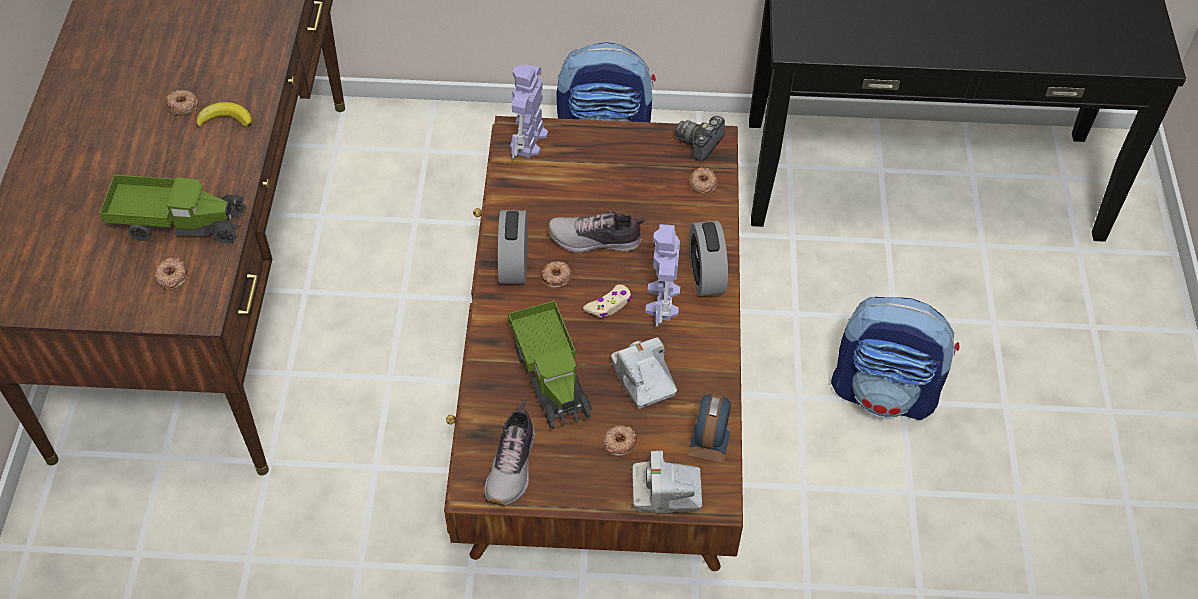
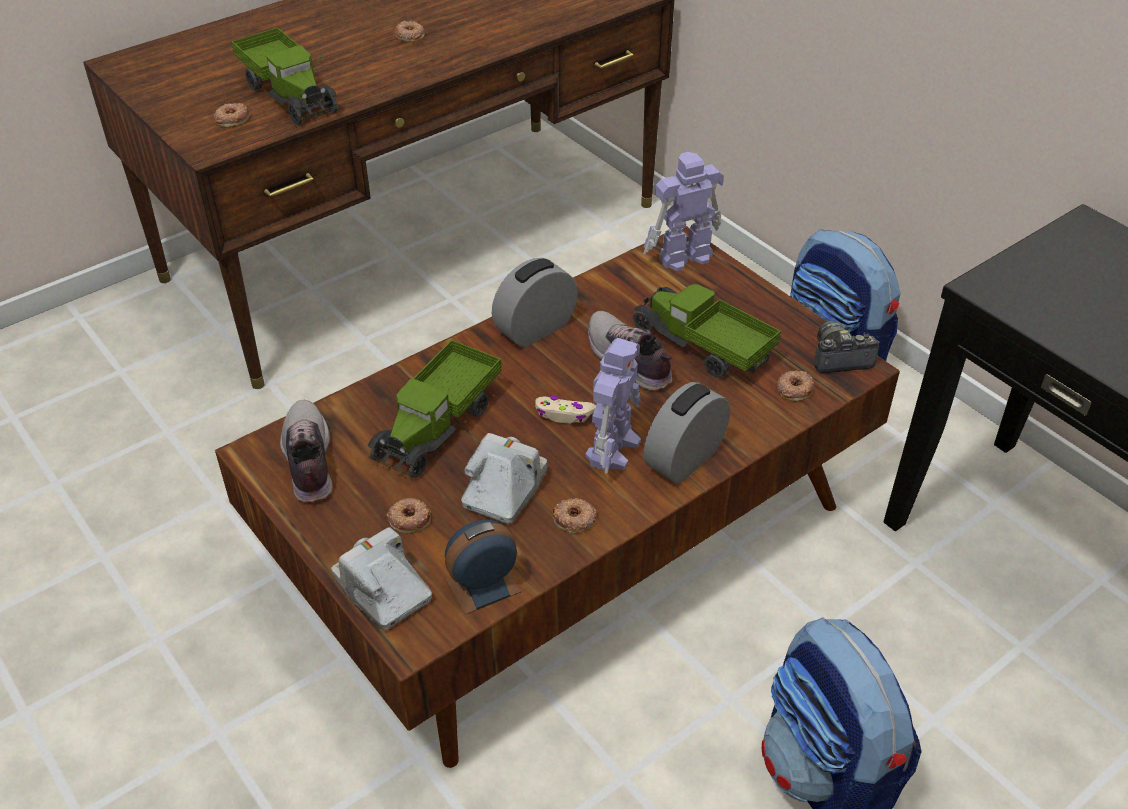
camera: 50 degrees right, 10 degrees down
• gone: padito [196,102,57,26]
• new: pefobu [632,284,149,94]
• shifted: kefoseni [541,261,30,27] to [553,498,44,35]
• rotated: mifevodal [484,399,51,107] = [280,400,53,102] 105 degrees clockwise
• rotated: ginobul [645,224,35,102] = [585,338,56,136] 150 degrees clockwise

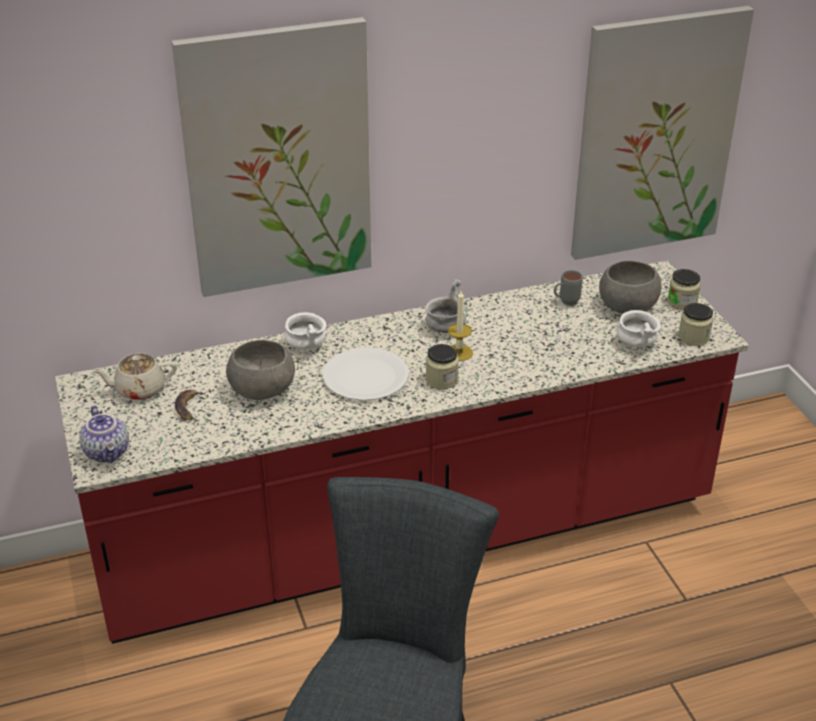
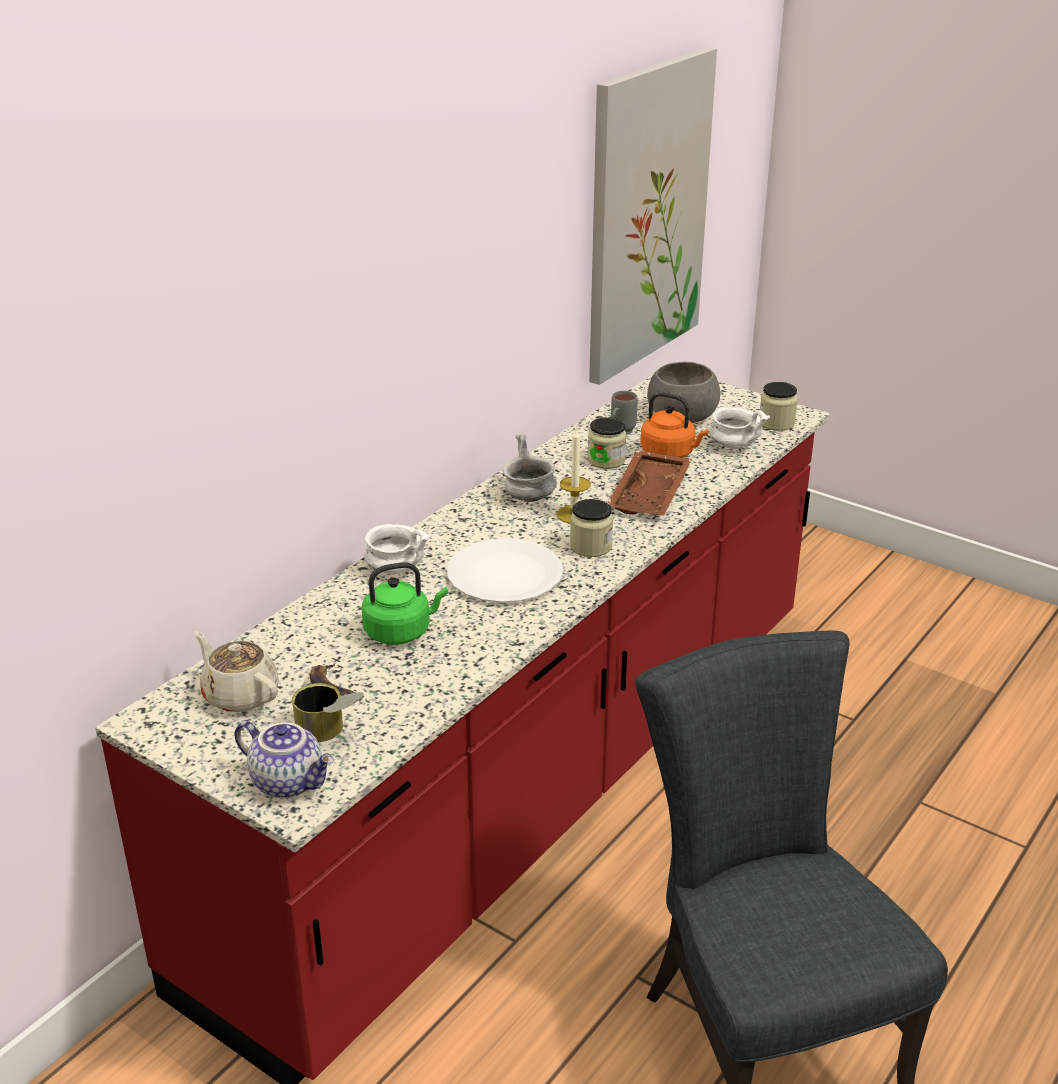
camera: 35 degrees left, 5 degrees down
• gone: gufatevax [171,17,200,280]
• new: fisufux [292,683,72,59]
• new: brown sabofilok [608,450,84,66]
• new: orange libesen [640,392,69,66]
• shifted: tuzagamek [667,269,34,41] to [588,417,38,52]
• swapped: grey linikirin [226,340,69,60] to green libesen [361,562,87,83]
• rotated: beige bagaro [92,353,85,47] = [194,631,85,81] 90 degrees clockwise

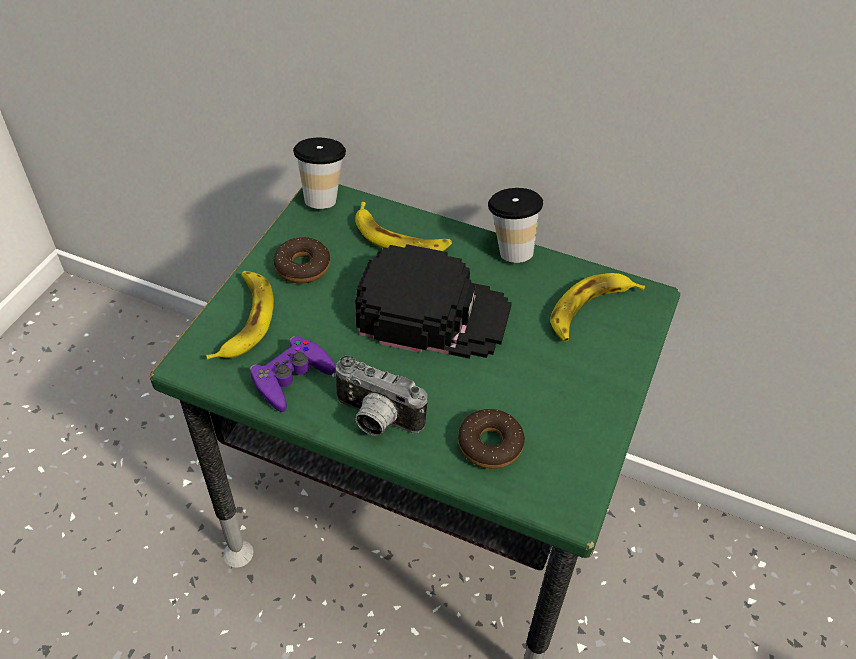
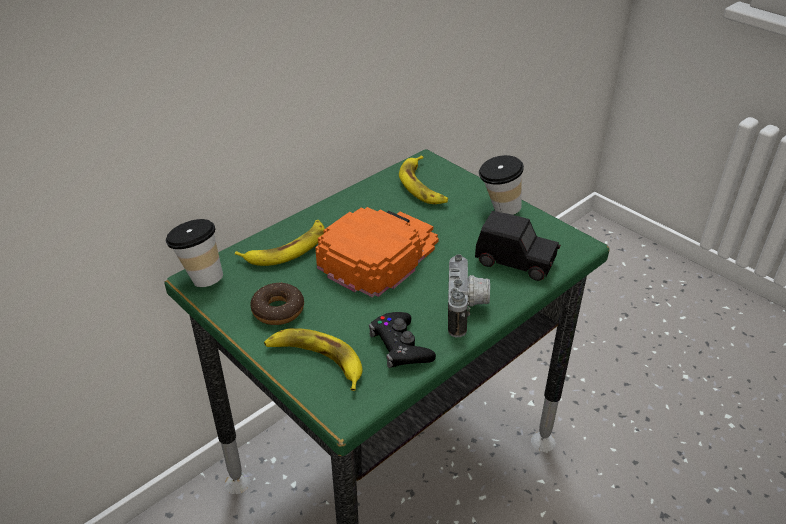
camera: 65 degrees left, 10 degrees down
• shifted: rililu [488,188,55,75] to [479,155,45,60]
• swapped: kefoseni [458,409,67,60] to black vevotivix [475,211,85,70]
• repainted: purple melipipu [249,336,87,76] to black melipipu [369,312,67,56]
• repainted: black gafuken [355,244,157,115] to orange gafuken [315,207,124,90]
• rotated: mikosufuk [332,355,96,81] = [448,254,42,83] 45 degrees counterclockwise

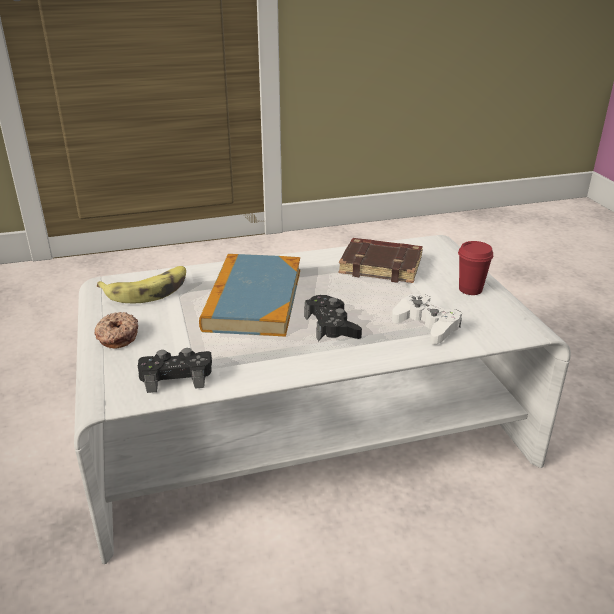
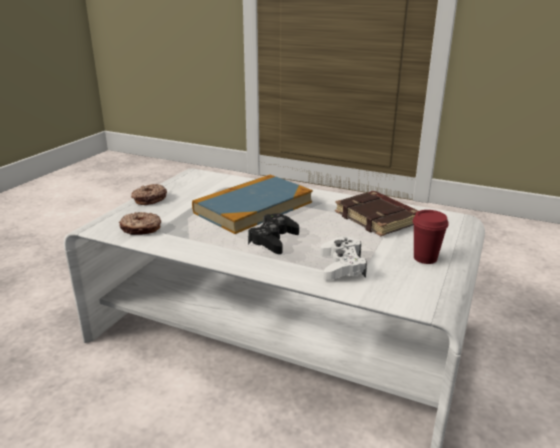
camera: 40 degrees right, 5 degrees down
• gone: padito [97,266,89,37]
• swapped: black melipipu [138,348,74,45] to kefoseni [119,212,42,23]

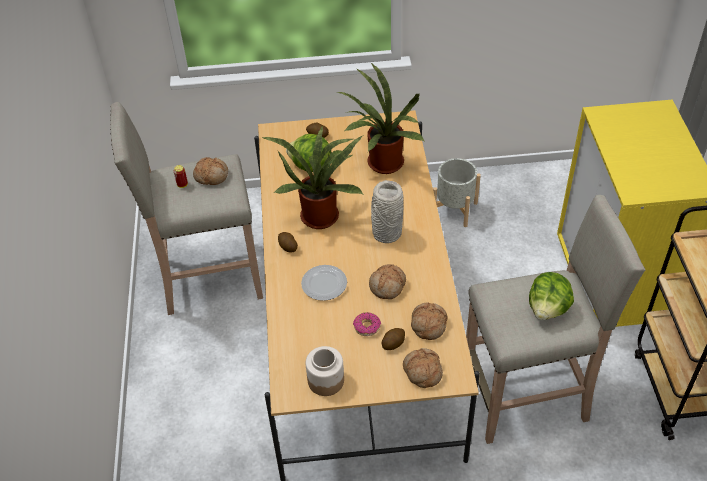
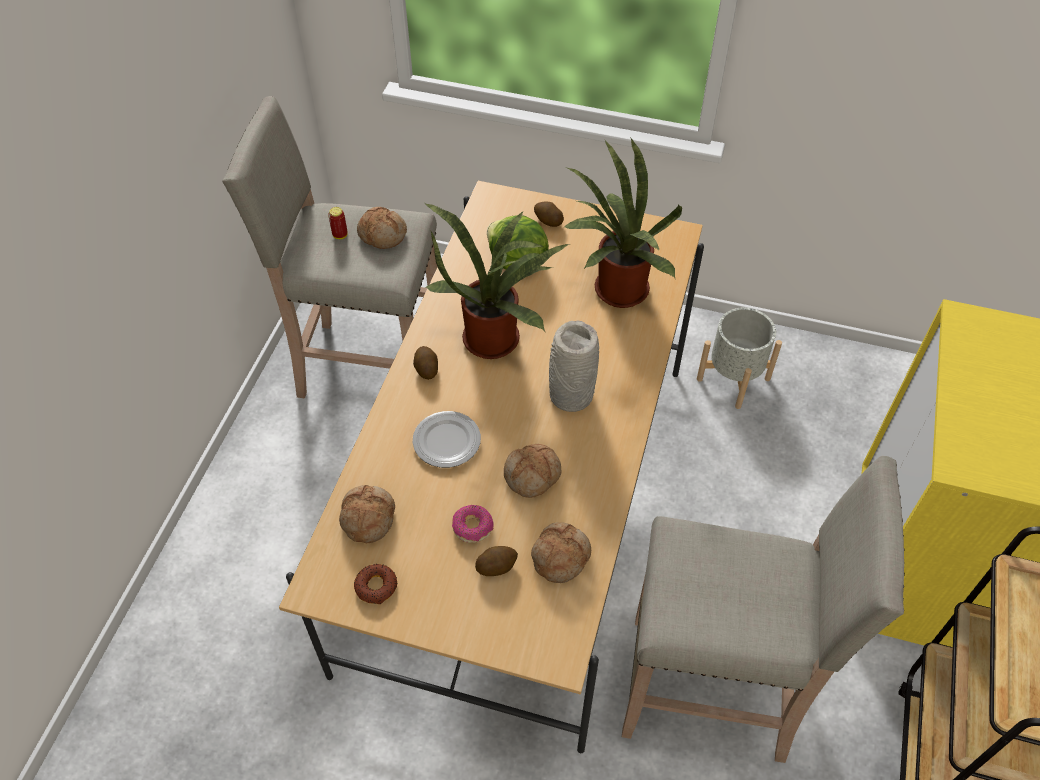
camera: 20 degrees right, 5 degrees up
• gone: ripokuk [529,272,45,48]
• shifted: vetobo [403,348,40,40] to [339,485,56,58]
• swapped: tuzagamek [306,346,38,50] to kefoseni [354,564,44,40]

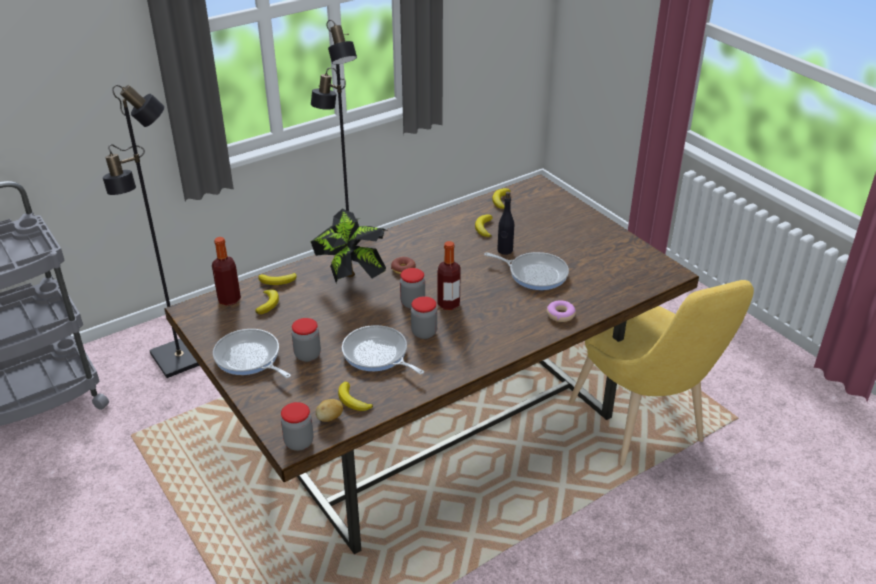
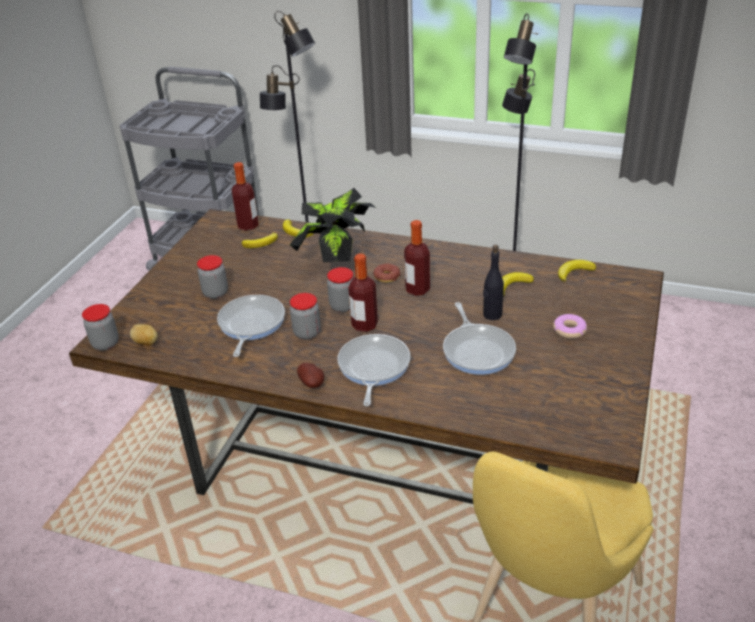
camera: 55 degrees right, 0 degrees up
• gone: padito [338,382,35,29]
• new: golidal [297,363,27,25]
• new: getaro [404,220,26,76]
• shifted: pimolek [213,329,78,49] to [337,334,74,72]
• shifted: kefoseni [547,300,29,22] to [553,314,34,25]

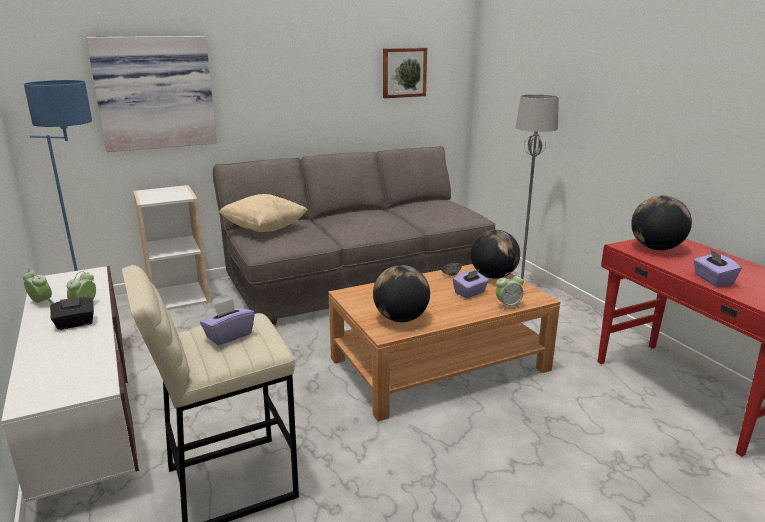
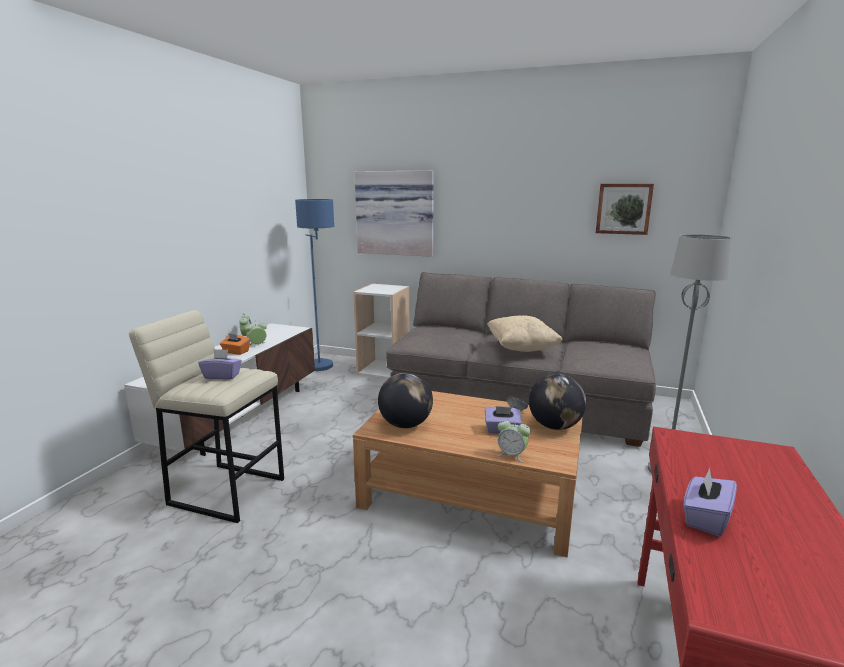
camera: 45 degrees right, 5 degrees down
• gone: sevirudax [631,196,61,54]
• shifted: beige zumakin [219,194,89,38] to [487,316,76,36]
• repainted: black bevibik [50,297,44,33] to orange bevibik [220,333,30,22]

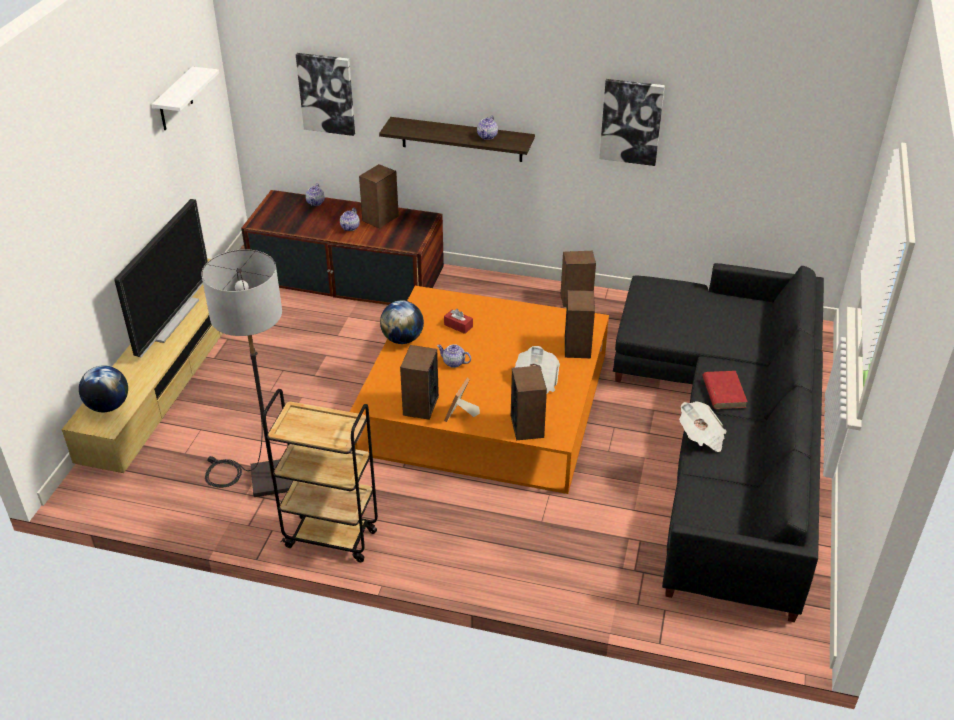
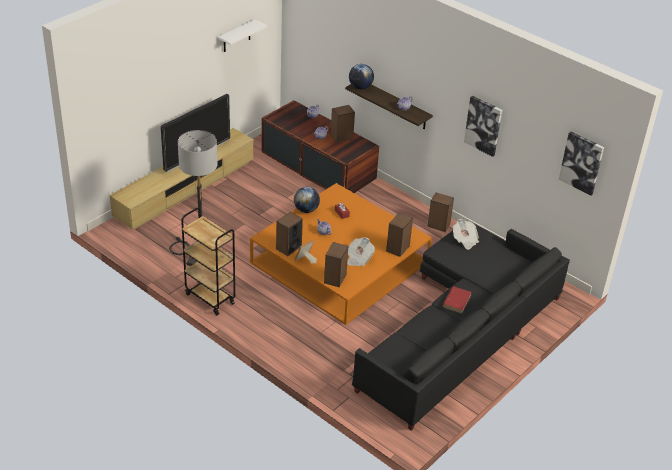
camera: 25 degrees right, 0 degrees up
• shifted: sevirudax [79,365,49,47] to [349,64,25,25]
• shifted: gufatevax [296,53,59,83] to [559,131,45,65]
• shifted: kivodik [679,401,47,51] to [453,219,26,31]

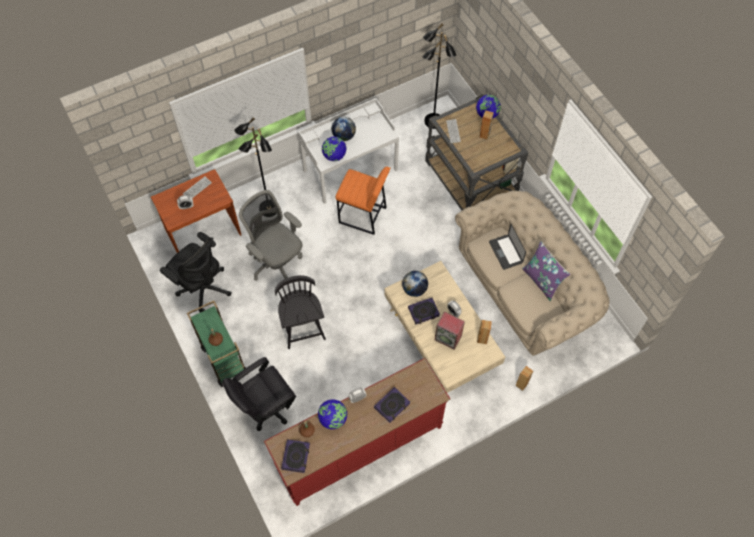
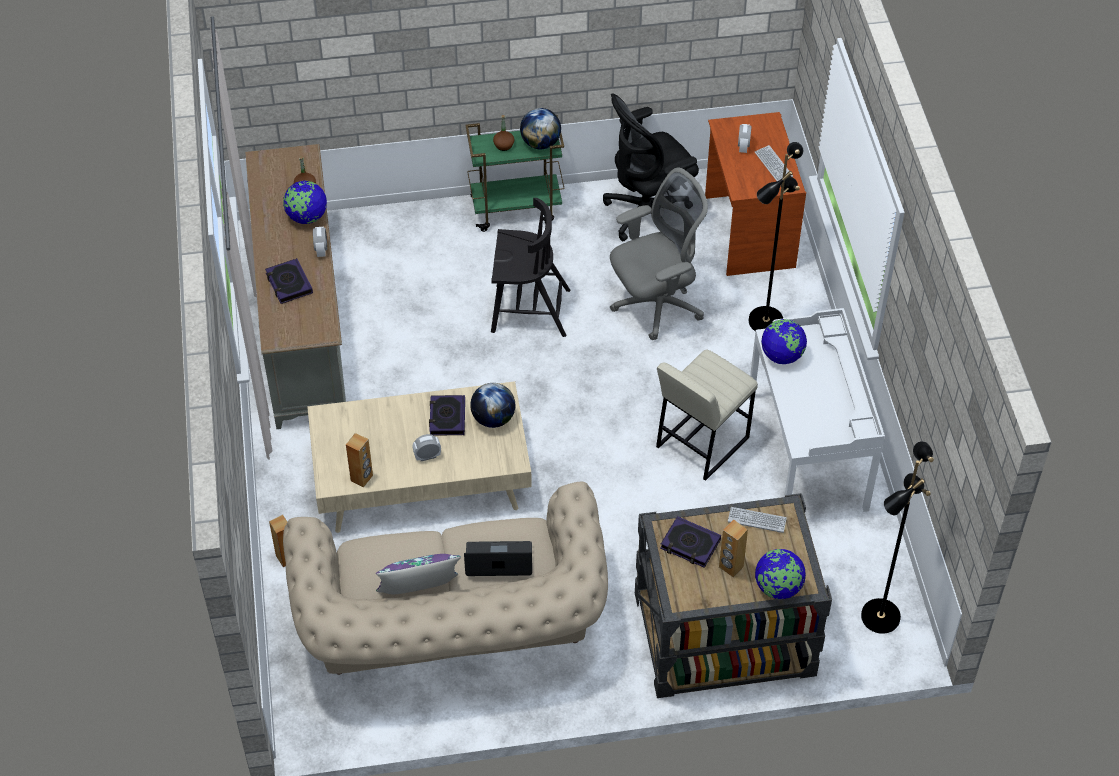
camera: 110 degrees right, 10 degrees down
• gone: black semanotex [222,357,74,74]
• gone: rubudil [435,312,30,38]
• shifted: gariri [281,439,29,34] to [660,516,61,52]
• shifted: sevirudax [332,117,24,24] to [520,108,41,41]
• repainted: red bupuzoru [264,358,186,148] to grey bupuzoru [245,144,101,285]
• repainted: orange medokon [336,166,55,69] to beige medokon [656,350,102,131]

